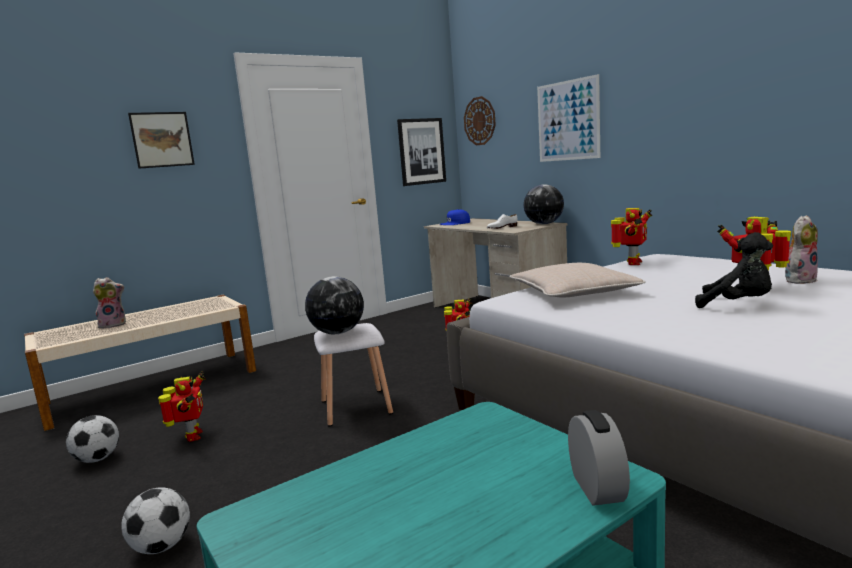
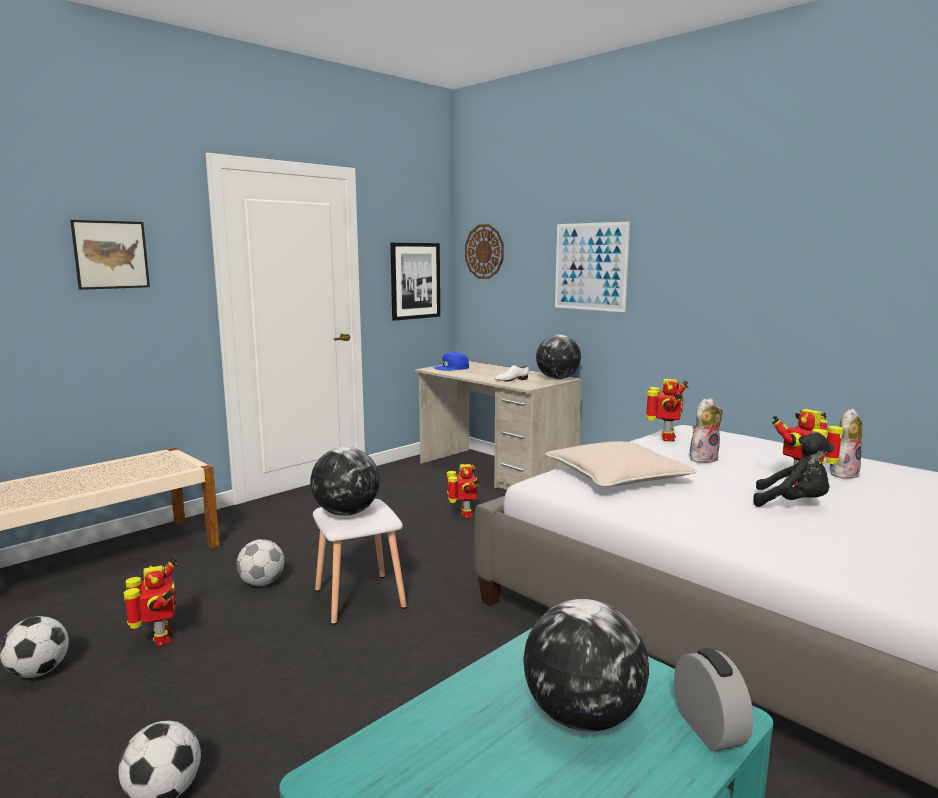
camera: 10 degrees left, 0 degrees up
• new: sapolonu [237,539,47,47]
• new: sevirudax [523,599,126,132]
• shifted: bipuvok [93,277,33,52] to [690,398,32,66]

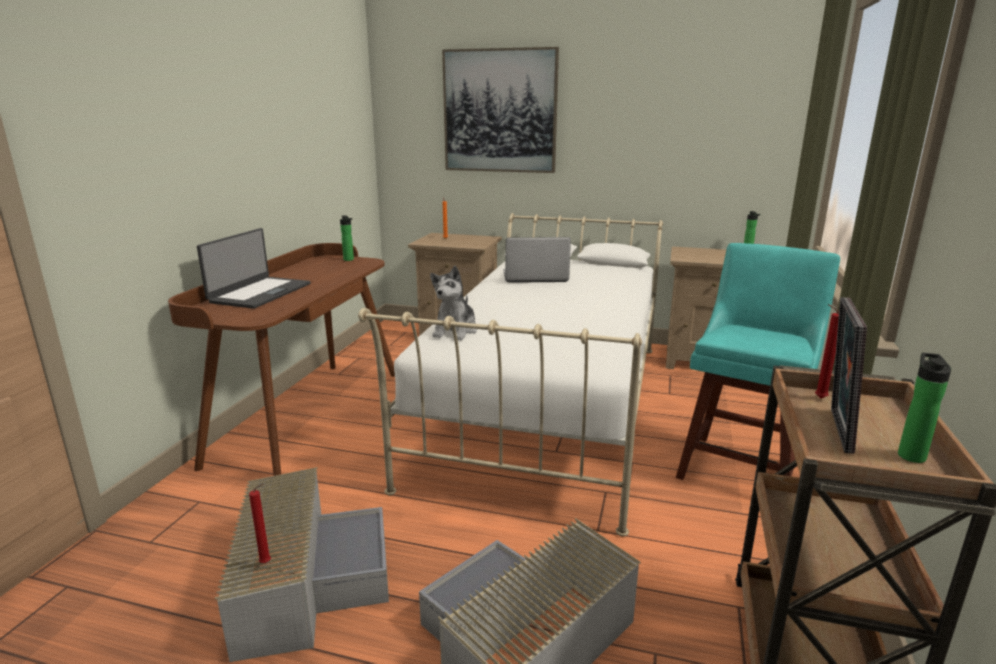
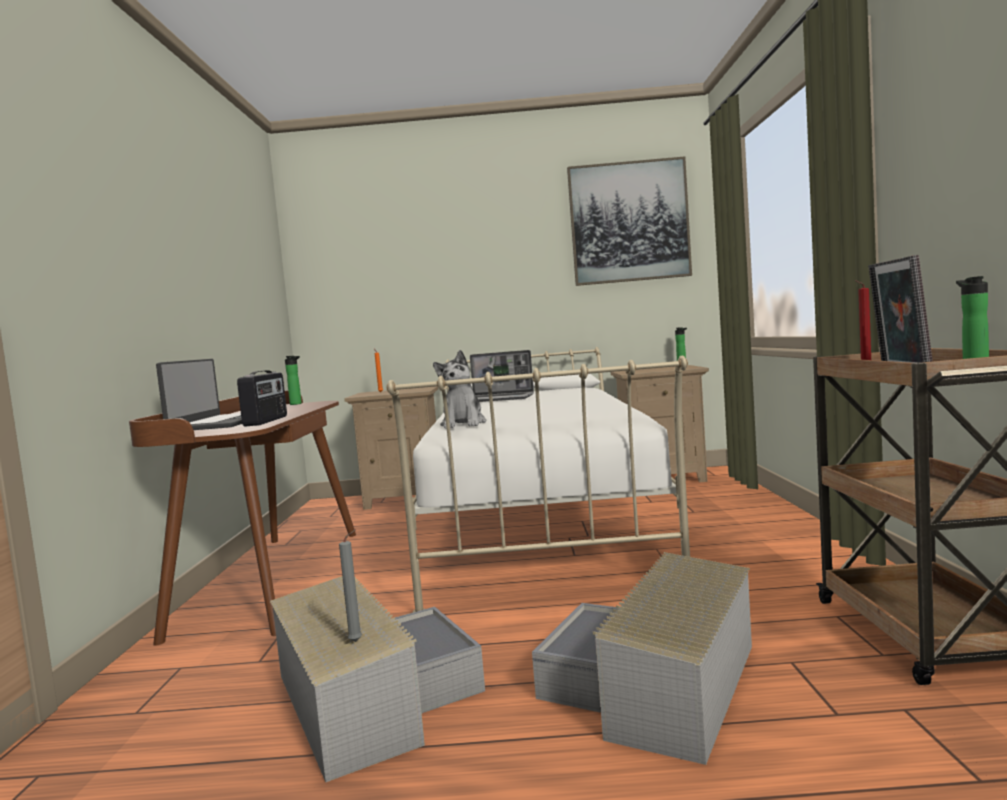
camera: 15 degrees left, 15 degrees down
• gone: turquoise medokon [676,243,164,237]
• new: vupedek [237,370,50,57]
• shifted: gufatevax [442,47,117,126] to [567,156,125,130]
• repainted: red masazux [249,484,22,79] to grey masazux [339,529,23,113]
• rotated: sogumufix [503,237,68,46] = [470,350,64,52] 150 degrees counterclockwise

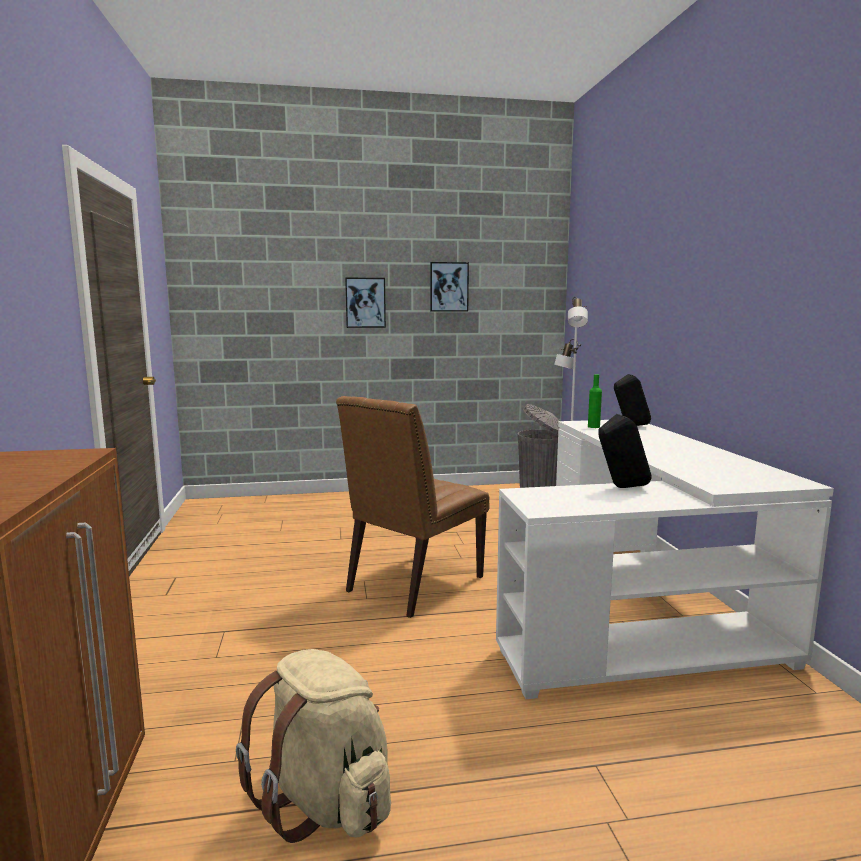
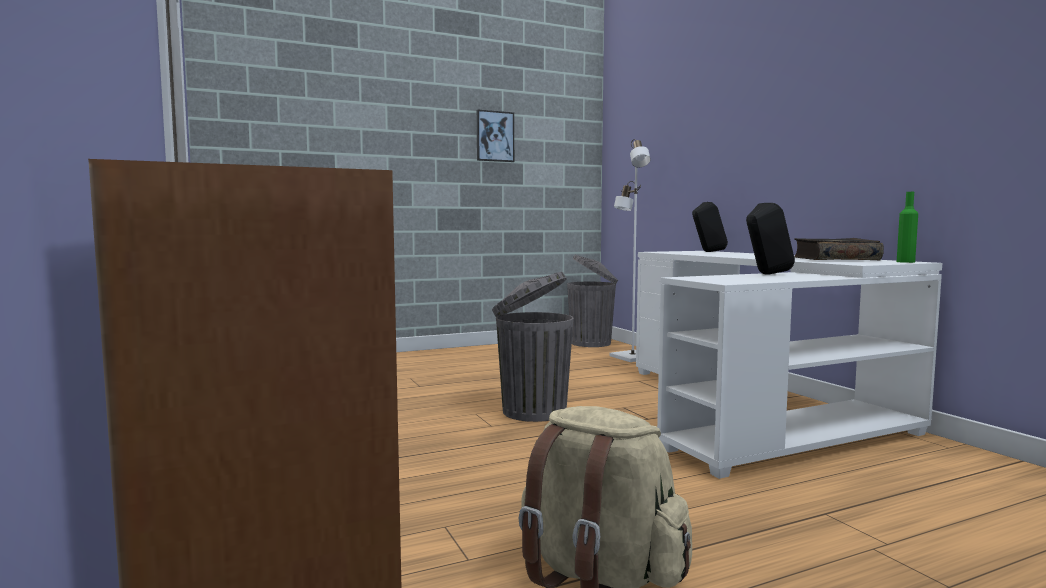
camera: 15 degrees left, 5 degrees down
• gone: gufatevax [345,277,41,51]
• new: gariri [794,238,90,23]
• shifted: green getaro [588,374,14,54] to [897,192,21,71]
• swapped: brown medokon [336,396,154,222] to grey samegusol [492,272,82,150]

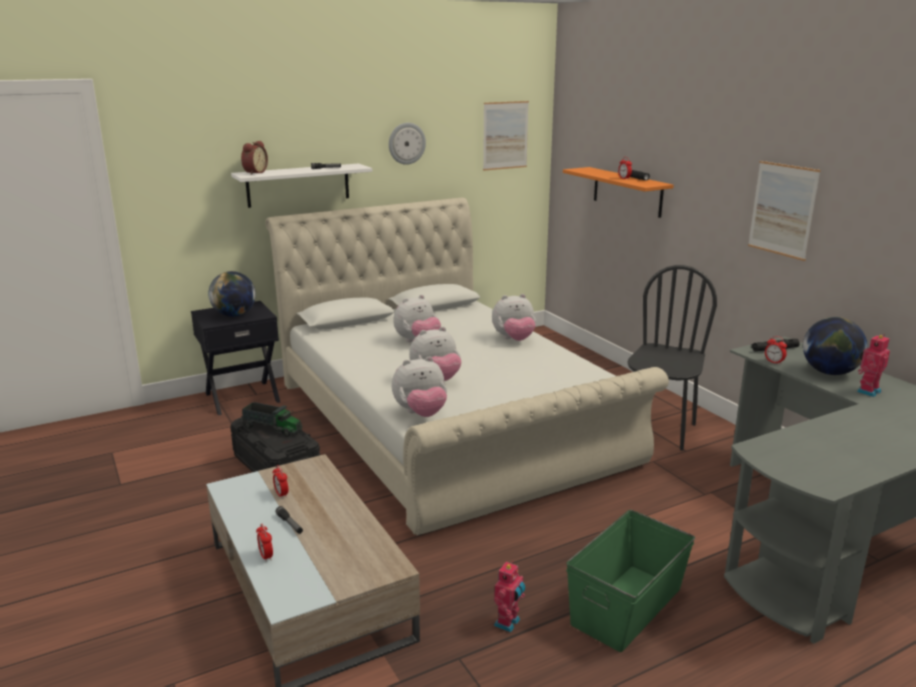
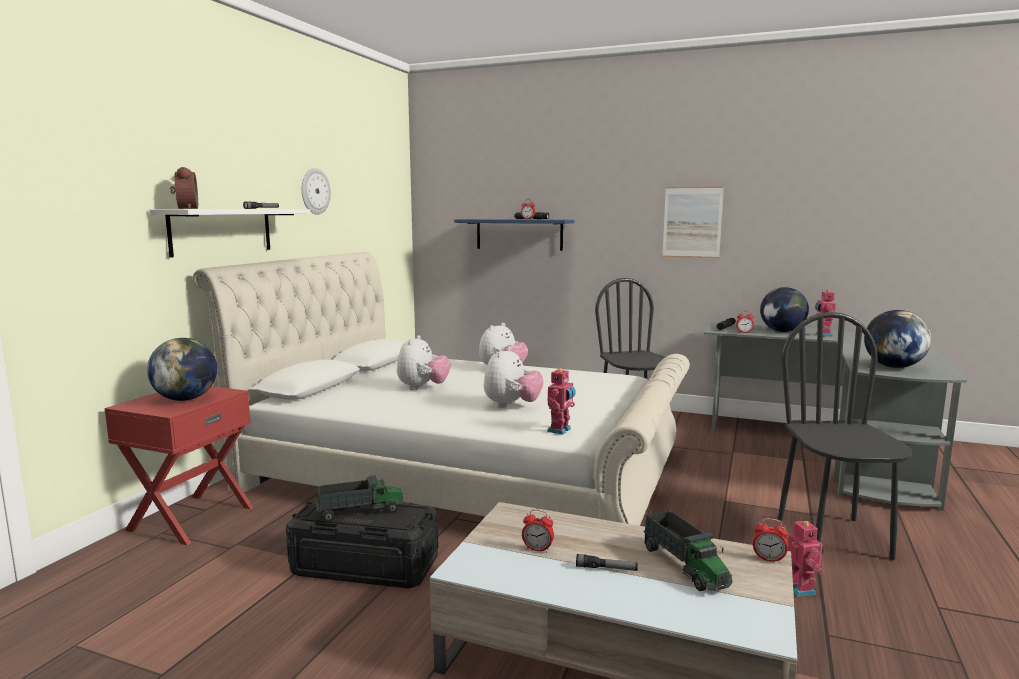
camera: 40 degrees left, 10 degrees down
• gone: gufatevax [483,101,46,70]
• new: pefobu [643,511,90,80]
• new: sevirudax [864,310,67,58]
• shifted: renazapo [256,524,17,38] to [753,518,35,45]
• swapped: bipuvok [392,356,55,61] to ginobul [547,367,29,68]
• swapped: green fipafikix [566,510,129,142] to black medokon [778,312,134,248]
• repainted: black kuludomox [191,301,89,114] to red kuludomox [105,386,149,159]
• repainted: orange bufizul [563,167,111,51] to blue bufizul [454,219,120,32]

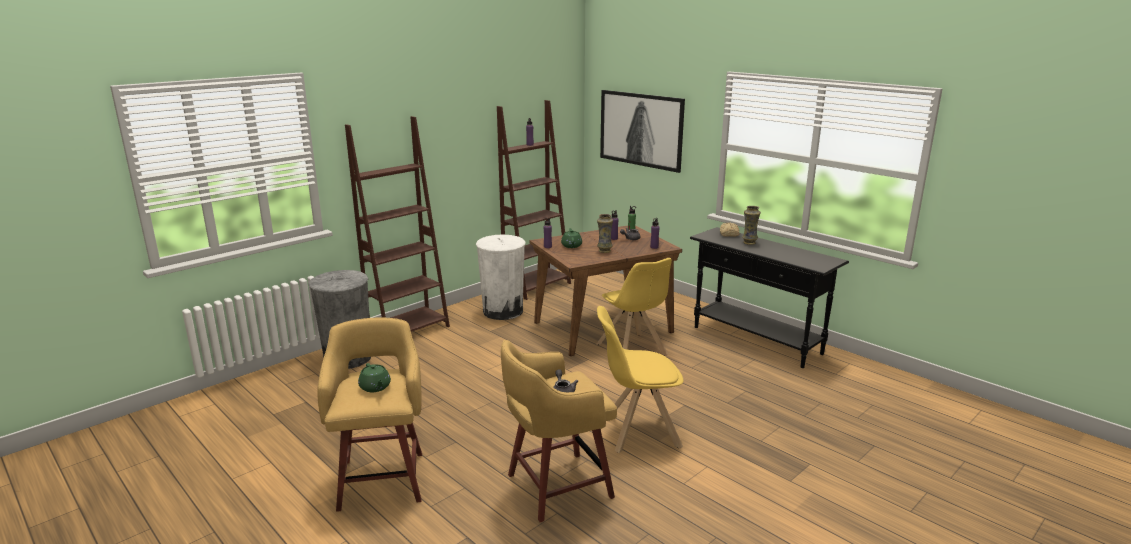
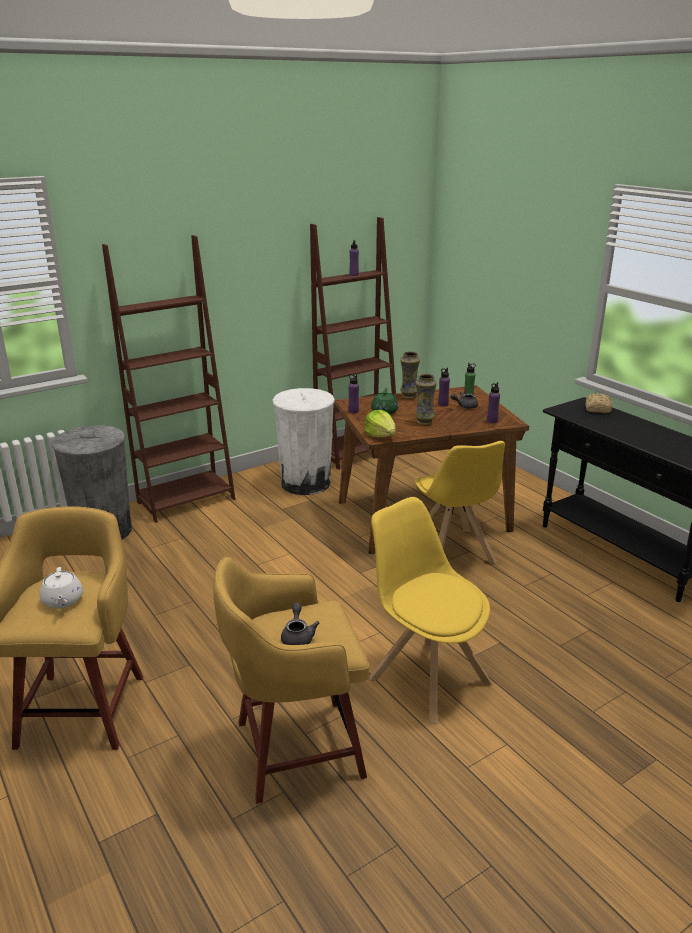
camera: 10 degrees right, 5 degrees up
• gone: gufatevax [600,90,85,83]
• new: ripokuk [364,410,32,27]
• shifted: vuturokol [742,206,19,39] to [400,351,20,48]
• repainted: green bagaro [358,363,33,29] to white bagaro [40,567,43,42]
• rotated: yellow medokon [597,306,86,147] = [370,497,122,227] 45 degrees clockwise

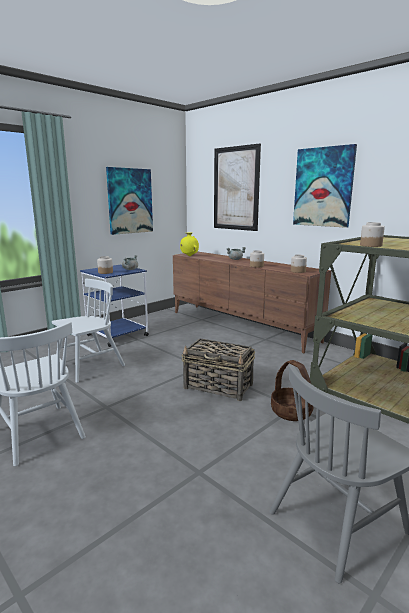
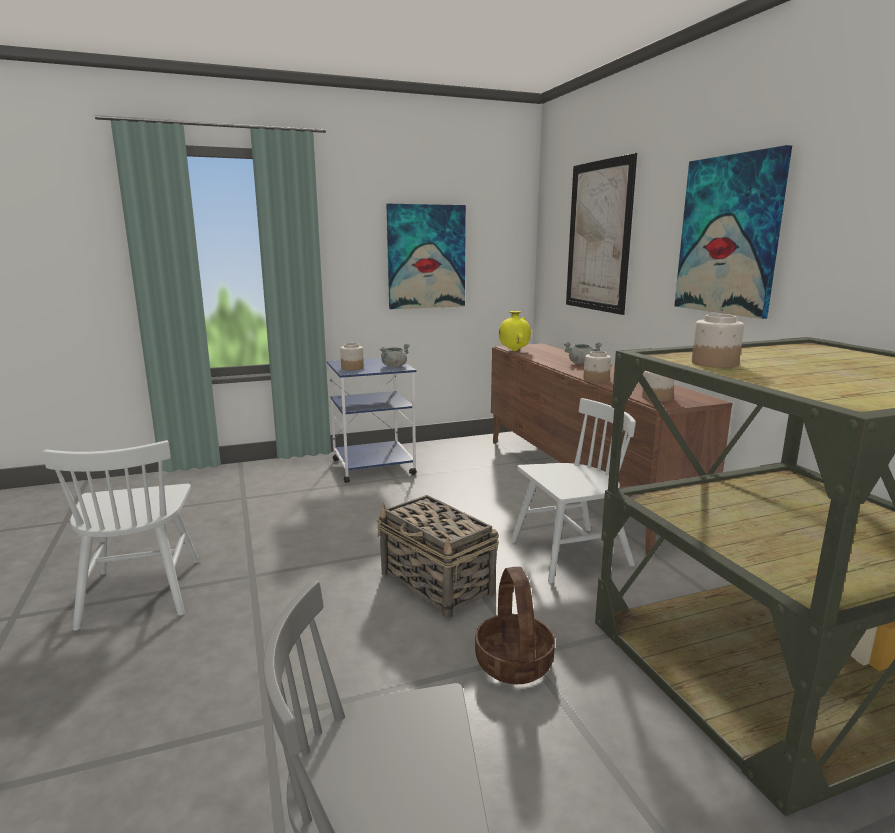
camera: 25 degrees right, 0 degrees up
• shifted: white medokon [52,279,73,104] to [511,398,125,185]

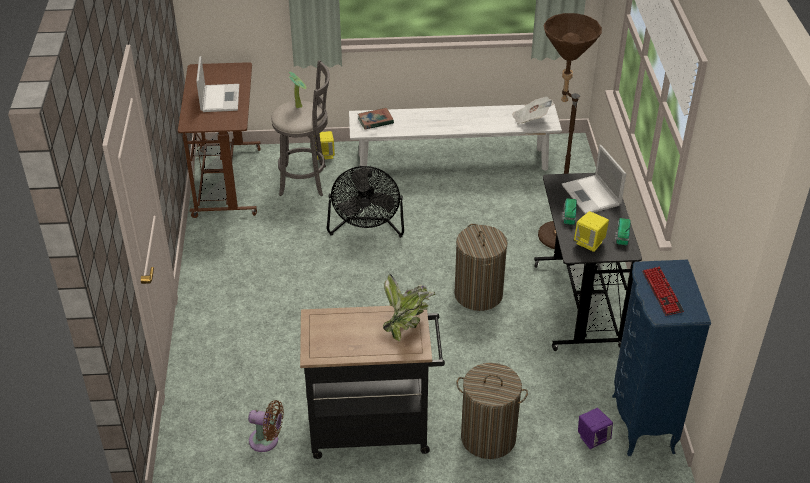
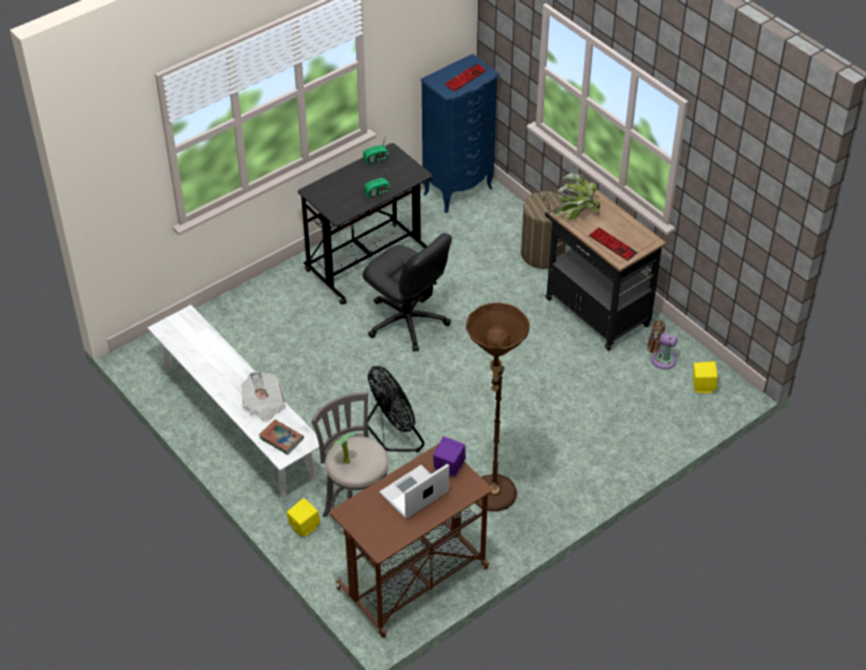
camera: 125 degrees left, 5 degrees up
• gone: sogumufix [562,145,64,69]
• new: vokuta [589,227,49,34]
• shifted: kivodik [512,97,41,28] to [241,371,45,51]
• shifted: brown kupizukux [538,13,64,236] to [466,303,64,208]
• shifted: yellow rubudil [574,211,35,41] to [693,361,25,33]
• shifted: purple rubudil [578,408,35,41] to [433,436,33,41]
• swapped: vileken [455,224,53,87] to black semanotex [363,233,89,119]
• rotated: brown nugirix [248,400,36,52] = [648,321,29,48] 45 degrees counterclockwise

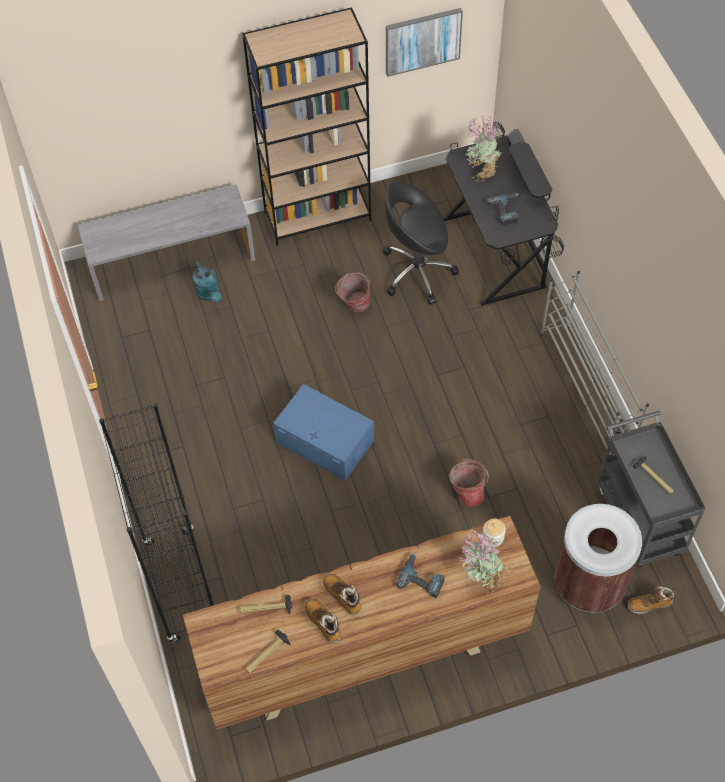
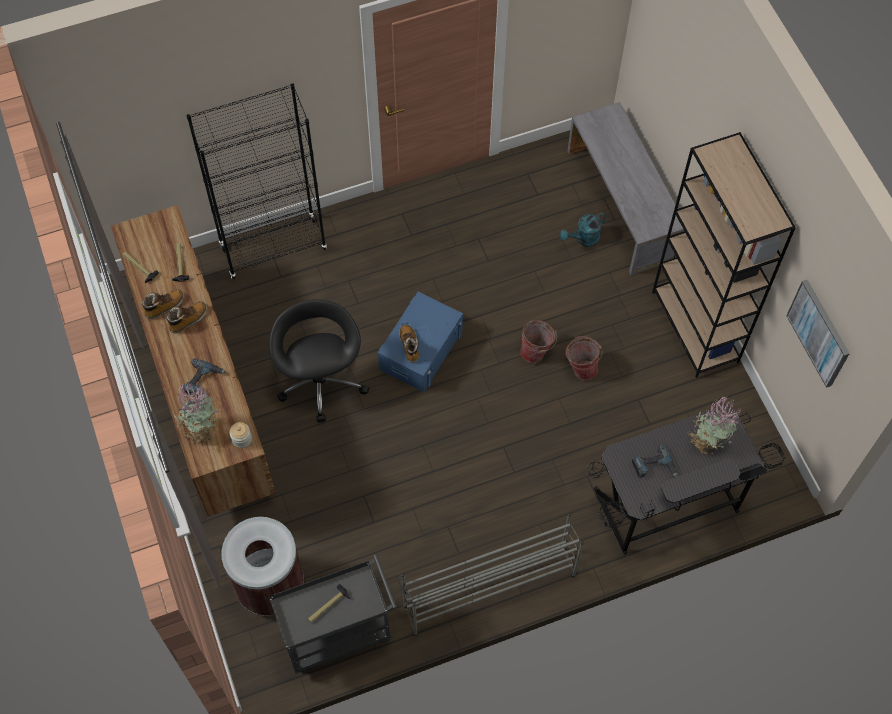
camera: 85 degrees right, 5 degrees up
• shifted: black semanotex [383,182,76,123] to [268,300,101,123]
• shifted: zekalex [449,458,40,49] to [520,320,37,43]
• shifted: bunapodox [628,586,48,28] to [399,325,20,38]

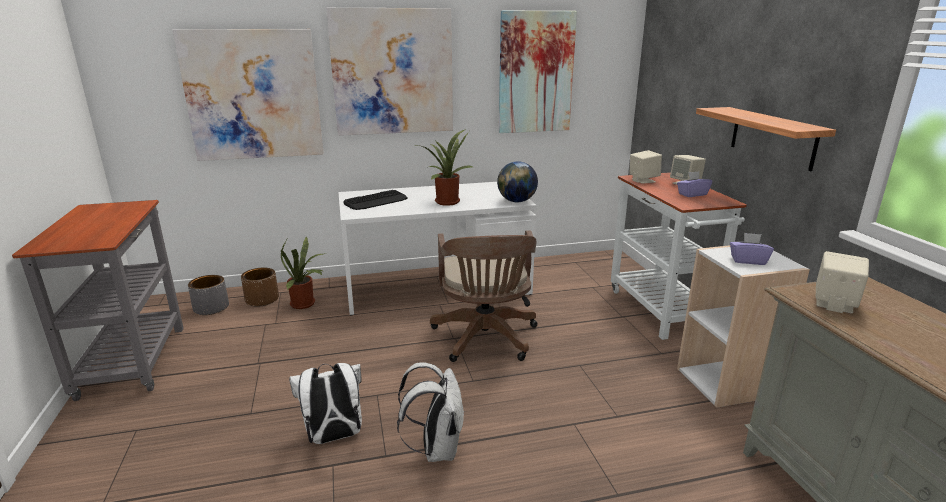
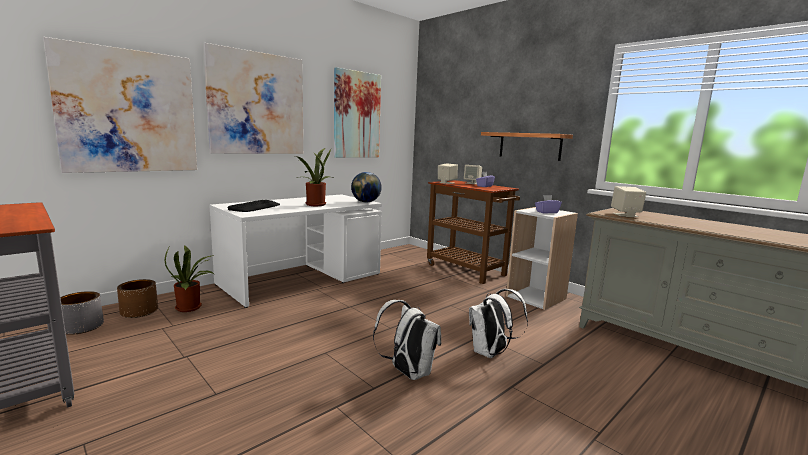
camera: 30 degrees left, 10 degrees down
• gone: brown semanotex [430,230,108,132]
• shifted: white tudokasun [289,363,73,81] to [469,289,59,69]
• repainted: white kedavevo [611,172,136,168] to brown kedavevo [427,180,93,104]

